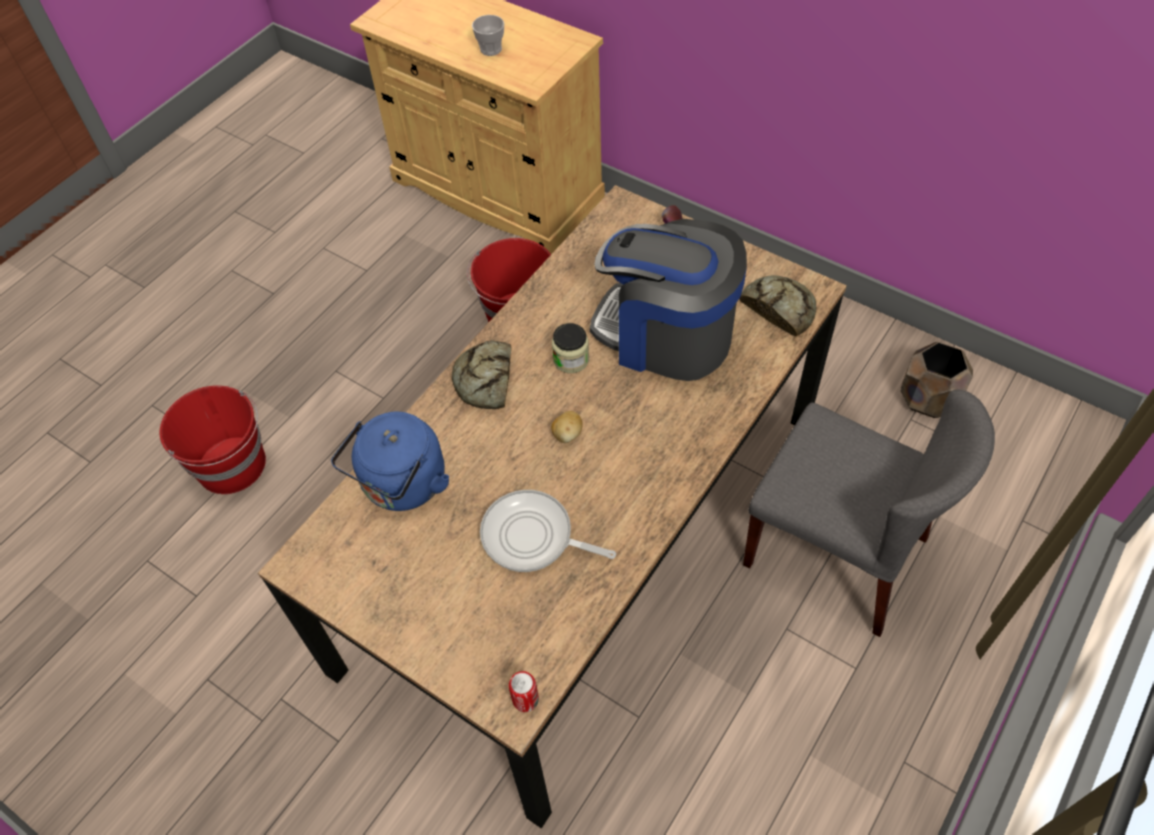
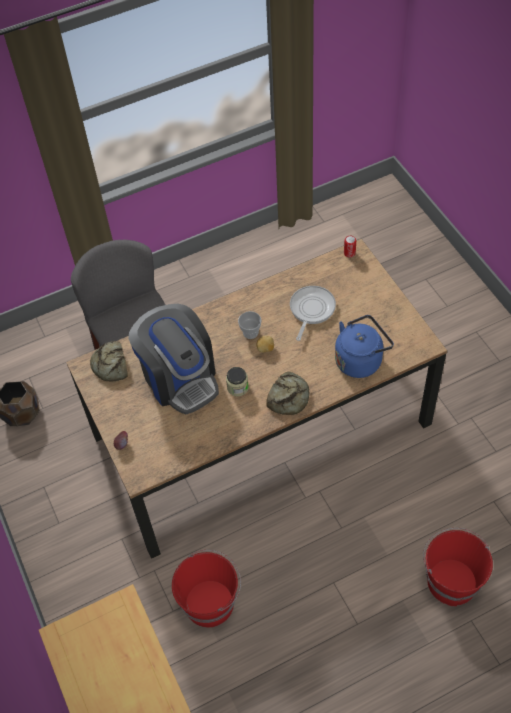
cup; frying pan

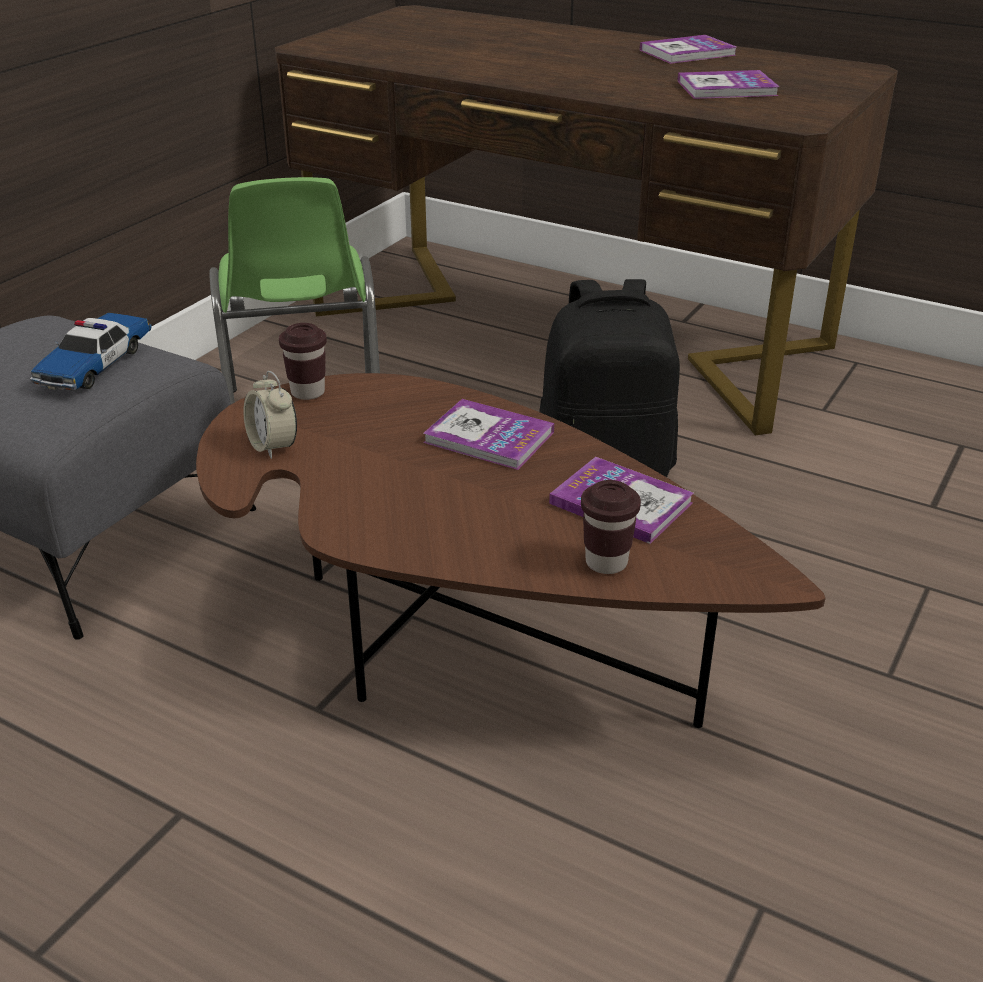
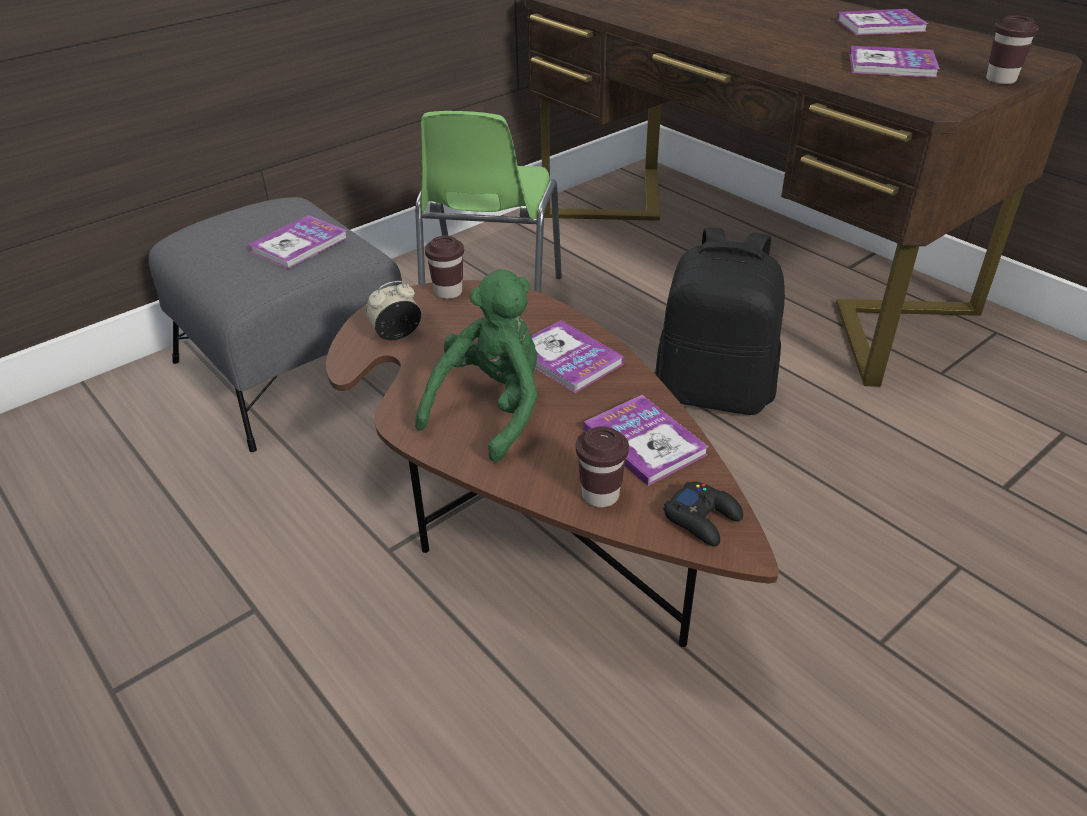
book (no. 1 from left); alarm clock; green plush toy; black game controller; brown cup (no. 3 from left)

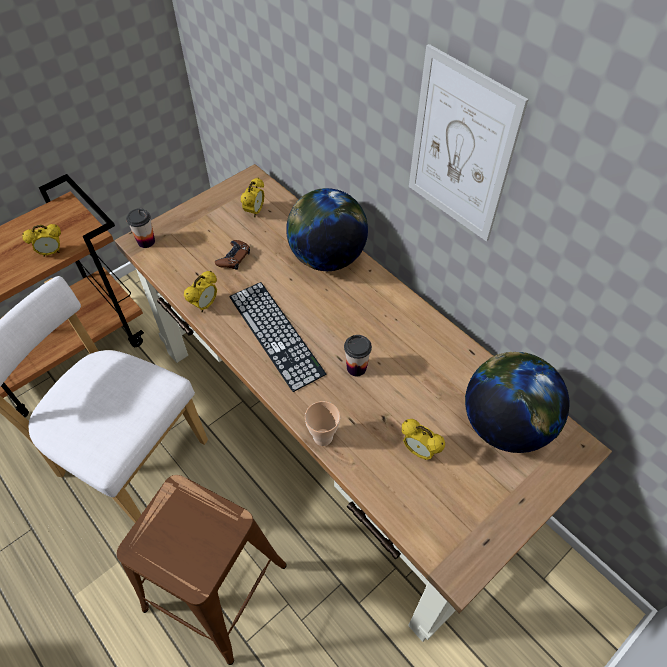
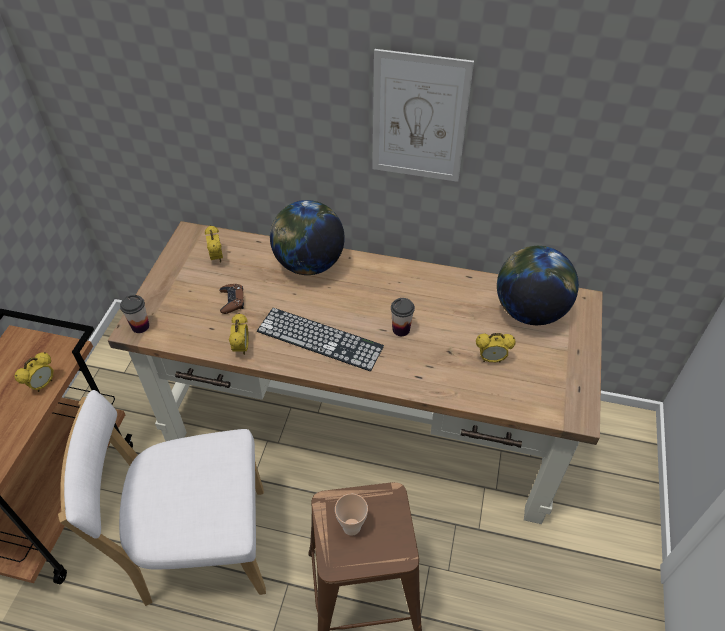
cup (no. 2 from left)

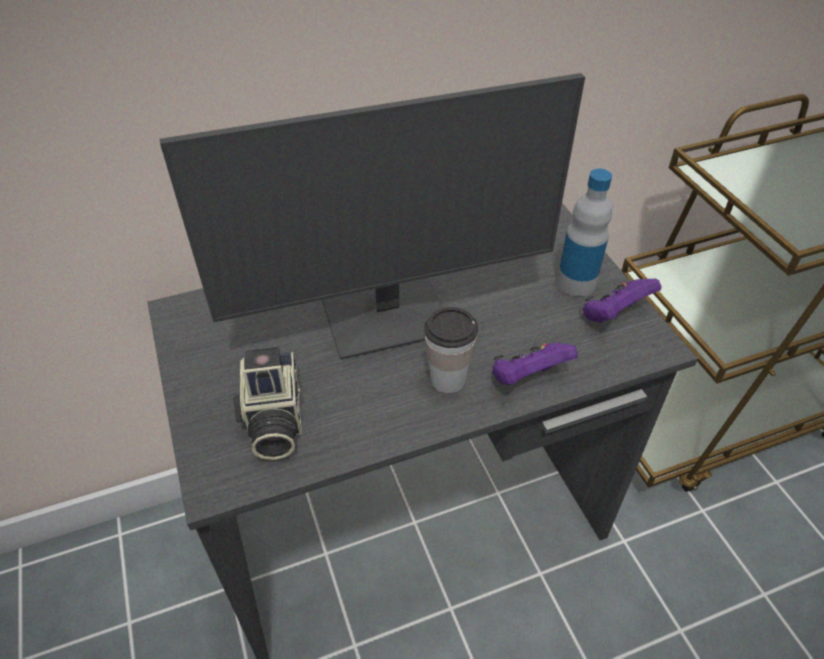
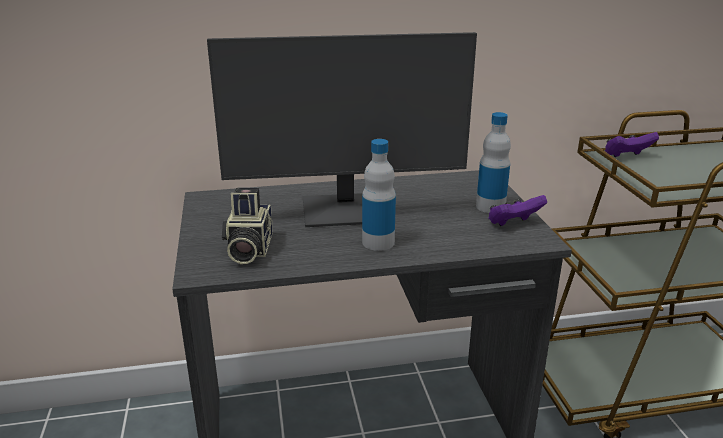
bottle (no. 1 from left); purple game controller (no. 2 from left)

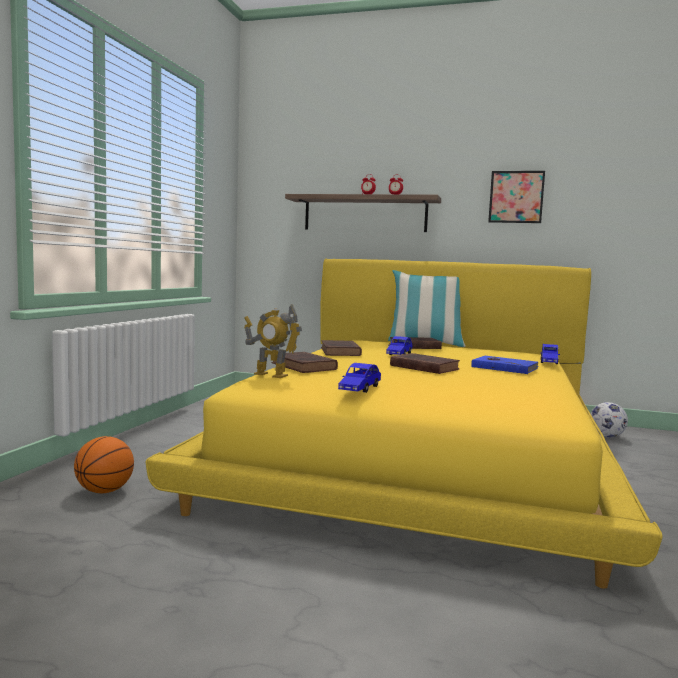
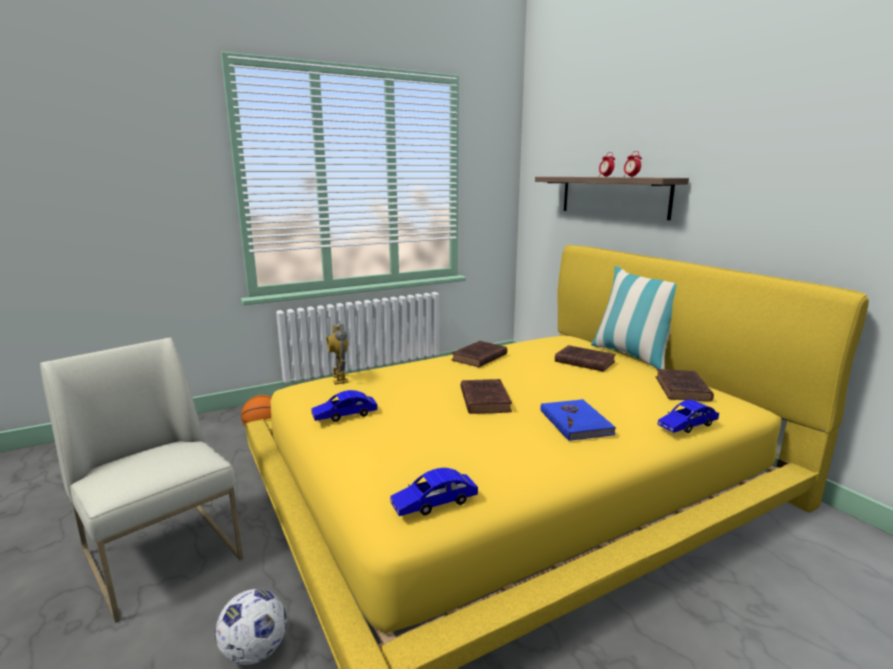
white chair; football; blue toy car (no. 2 from left); brown book (no. 4 from left); picture

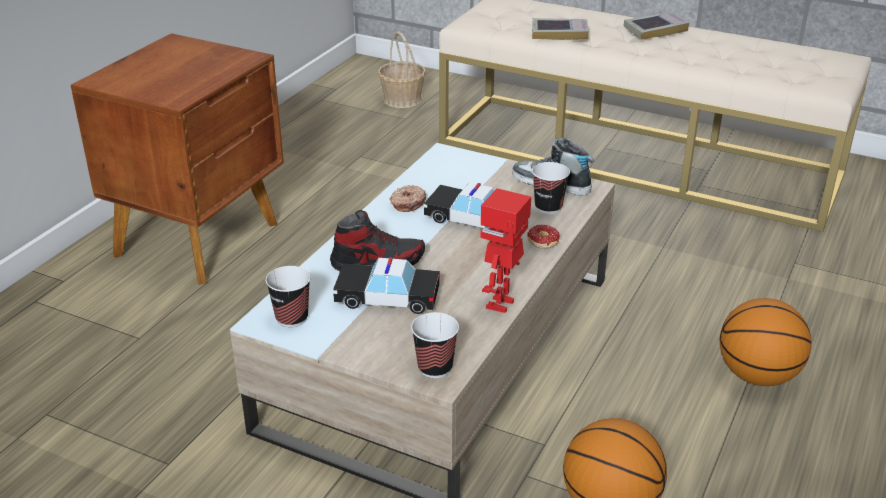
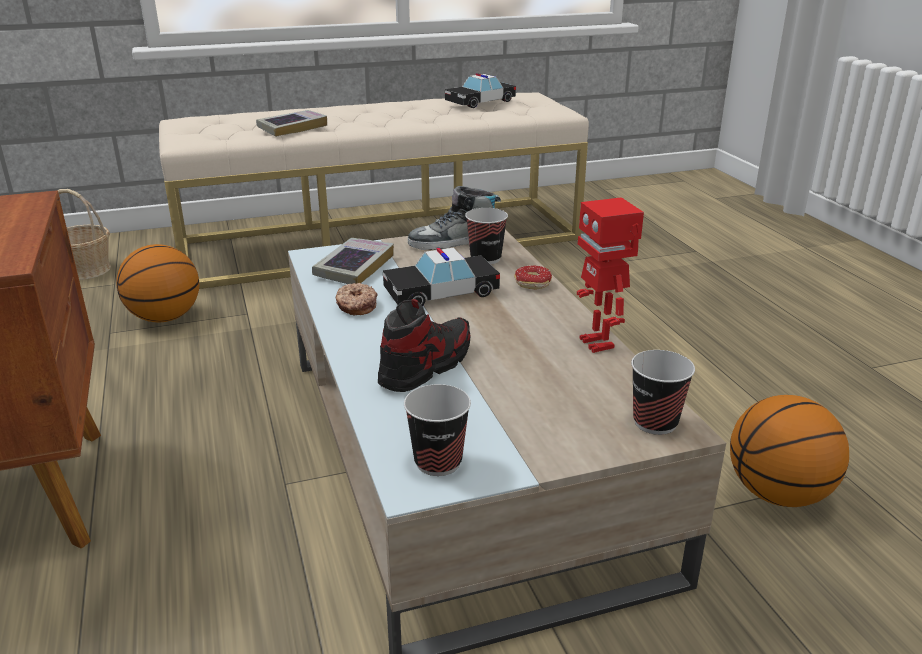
basketball (no. 1 from left); book (no. 2 from left); toy car (no. 2 from left)

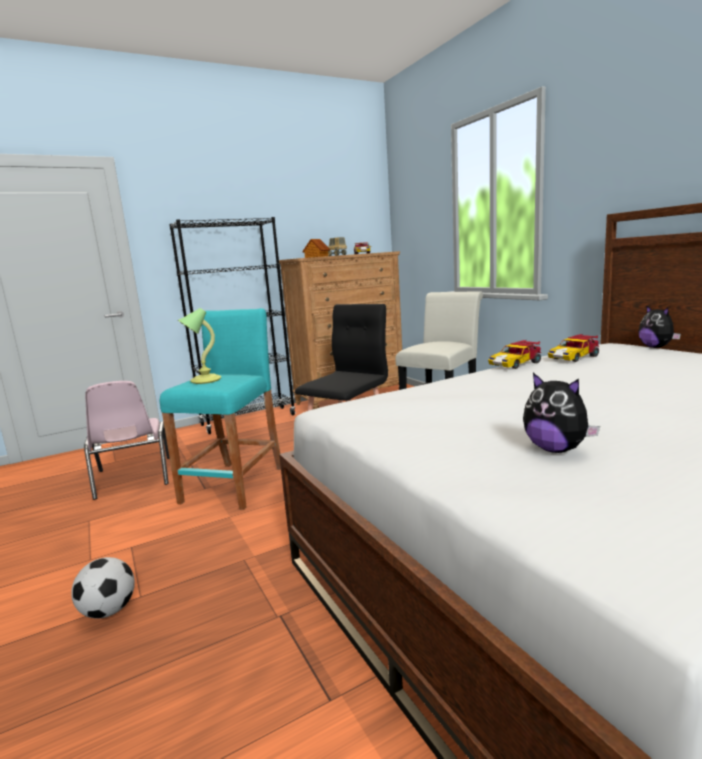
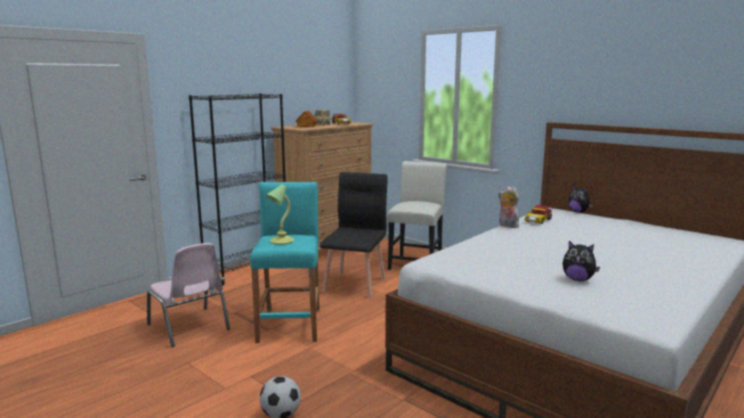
plush toy (no. 1 from left)

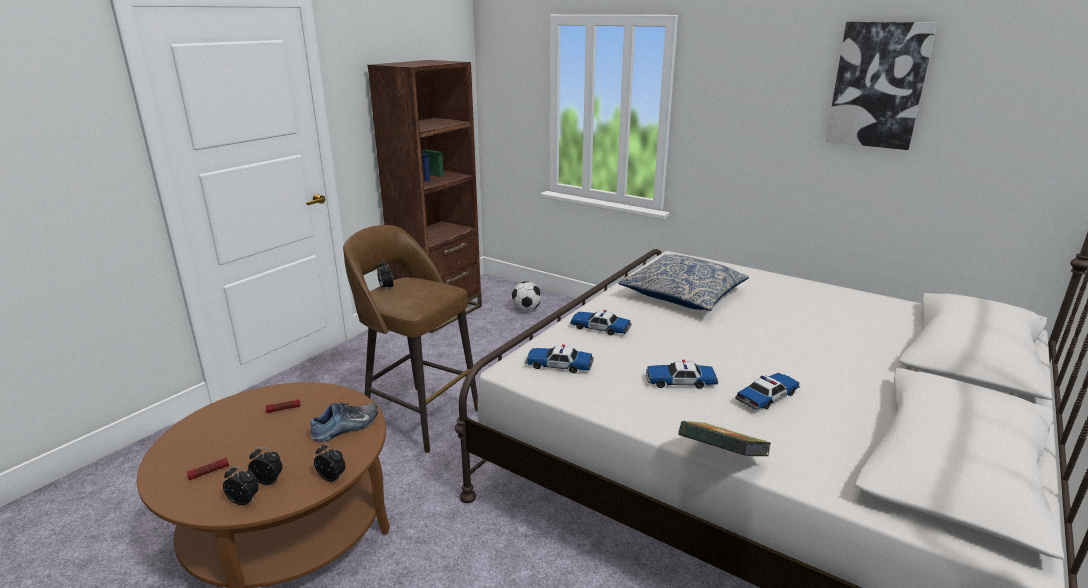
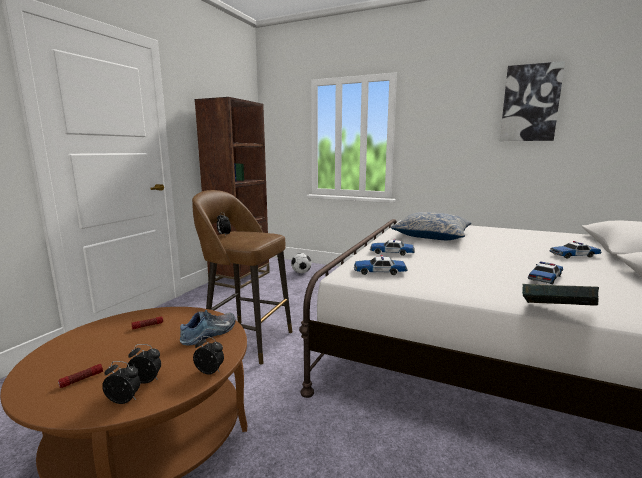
toy car (no. 4 from left)

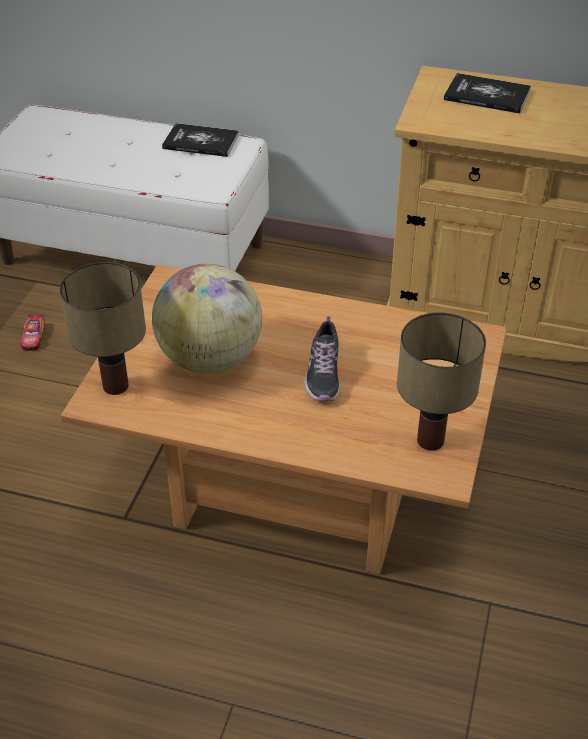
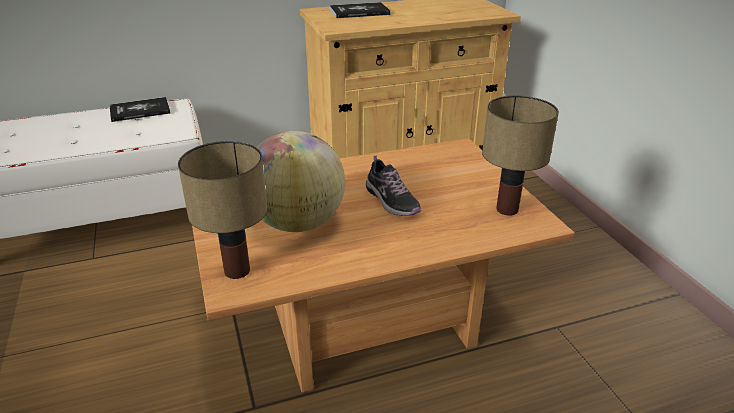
toy car

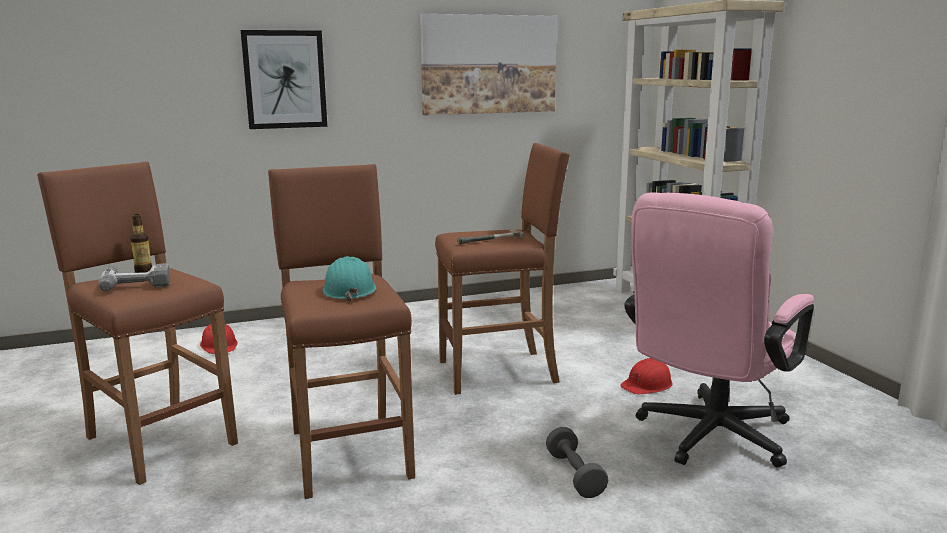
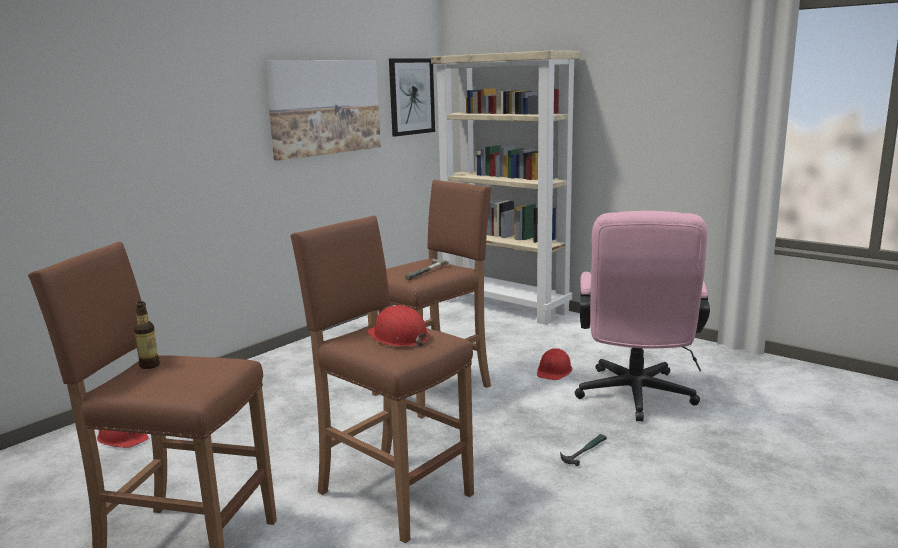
red hard hat (no. 2 from left); picture (no. 2 from left); hammer (no. 2 from left); power drill

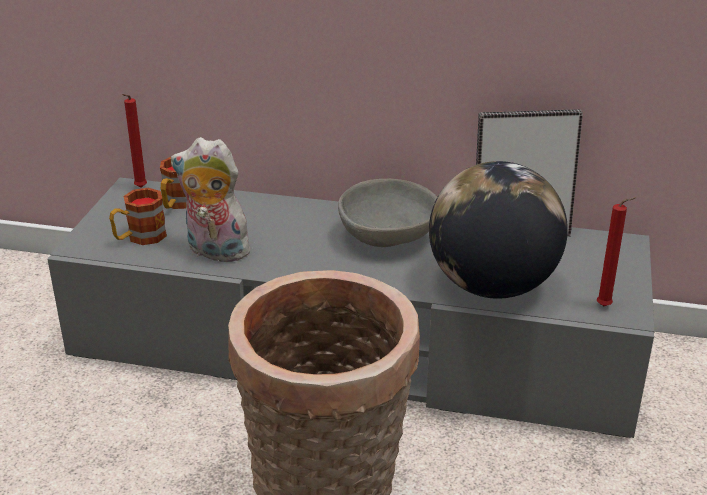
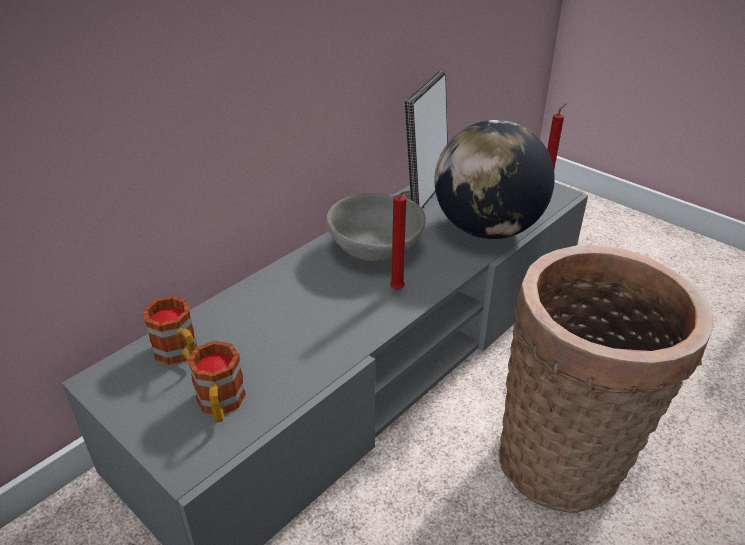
red candle (no. 1 from left); plush toy

